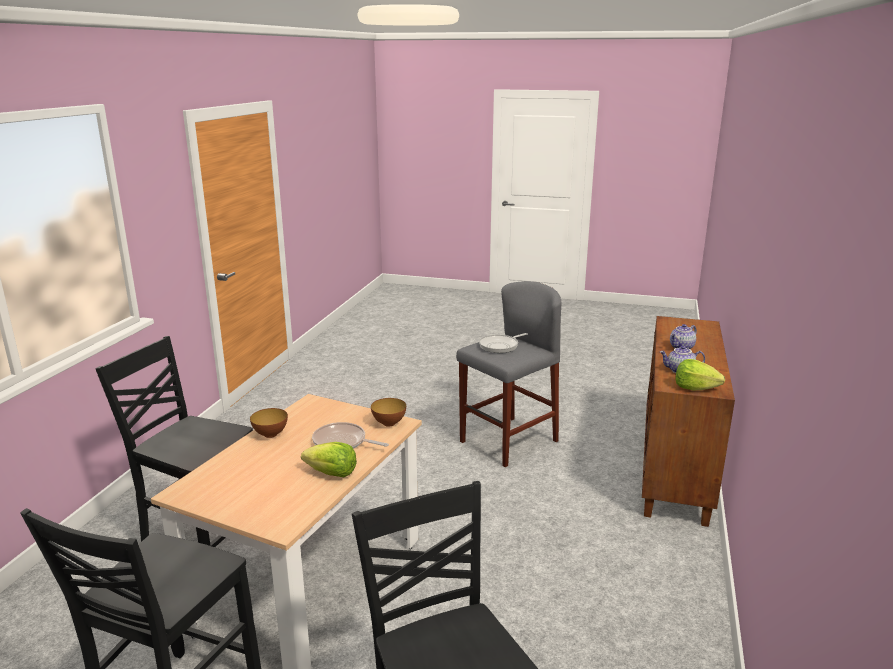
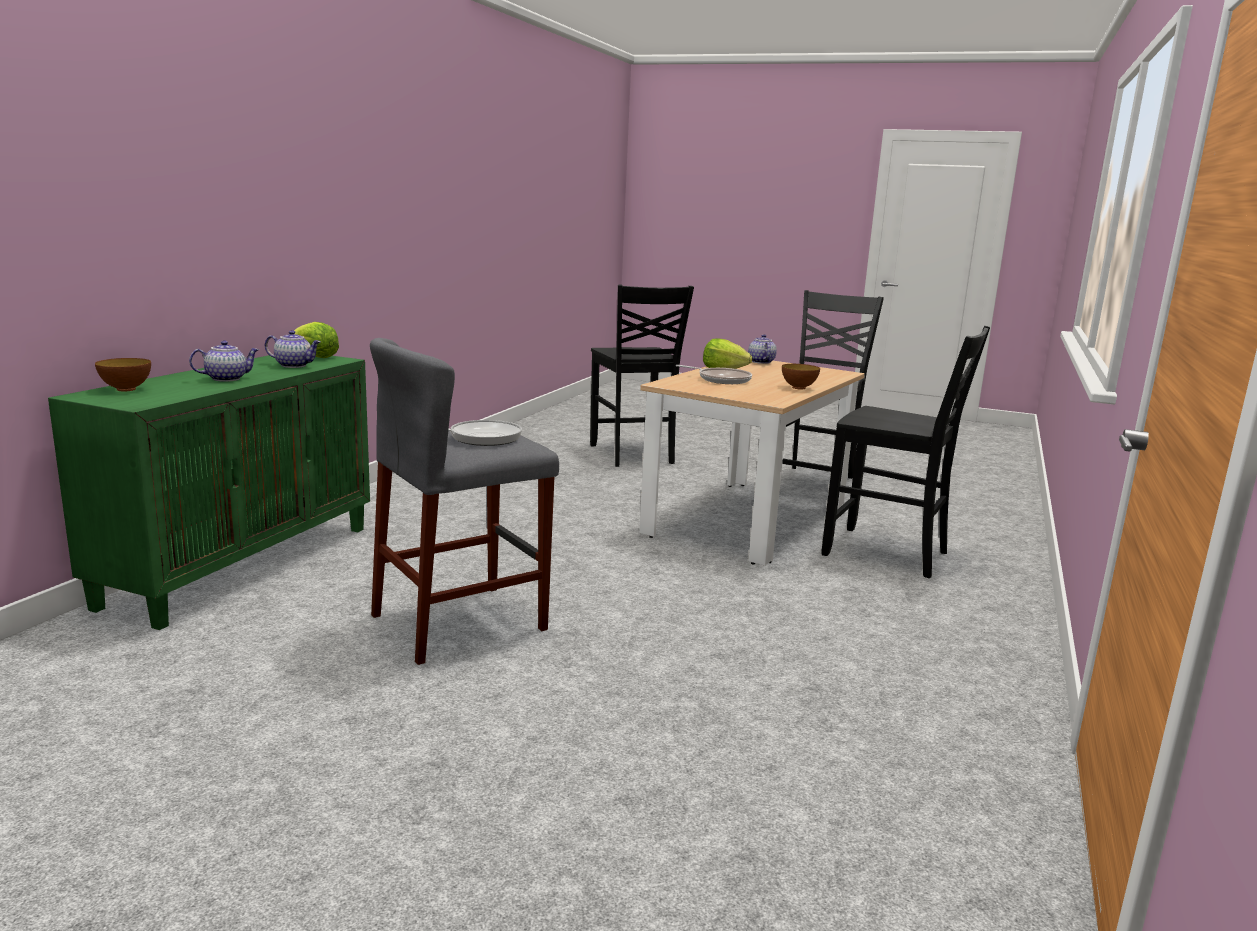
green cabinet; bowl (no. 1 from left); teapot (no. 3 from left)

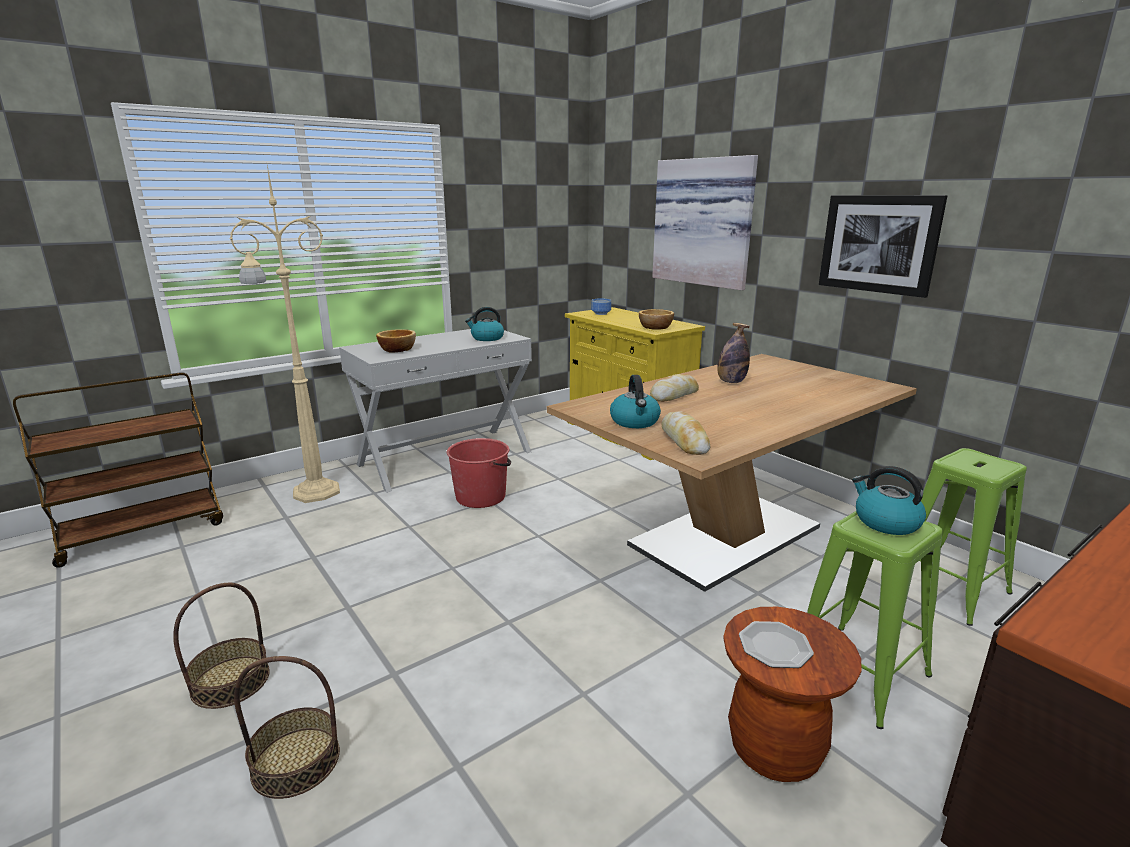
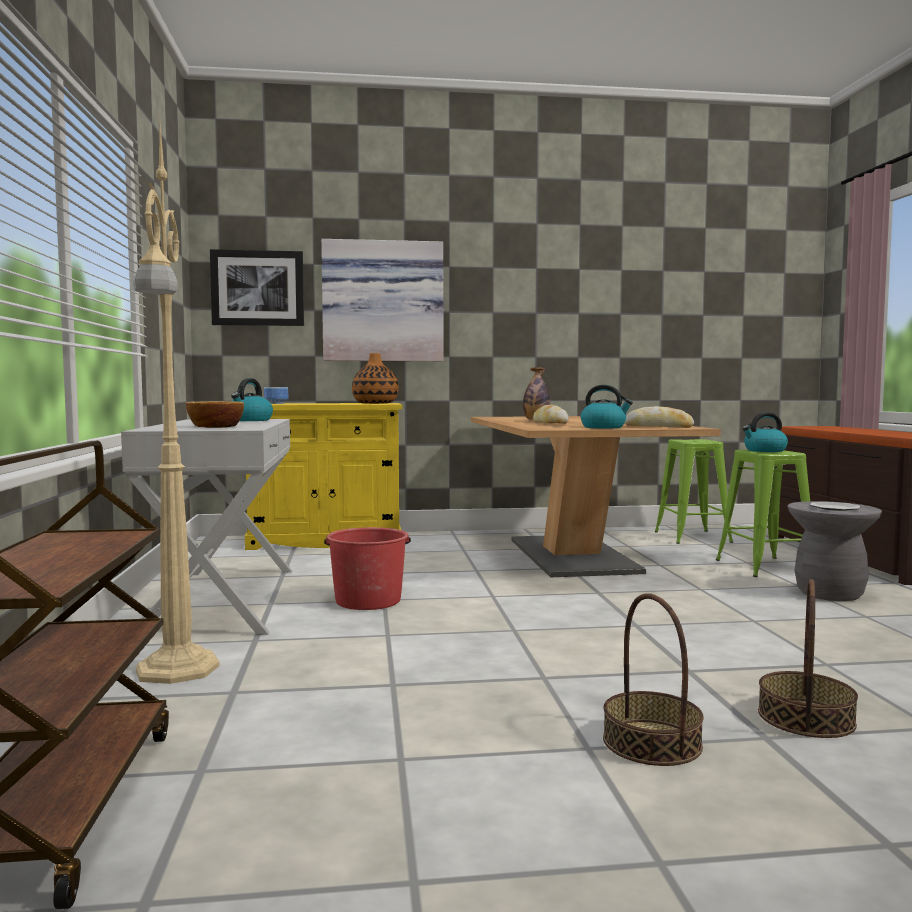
picture (no. 1 from left); vase; grey stool

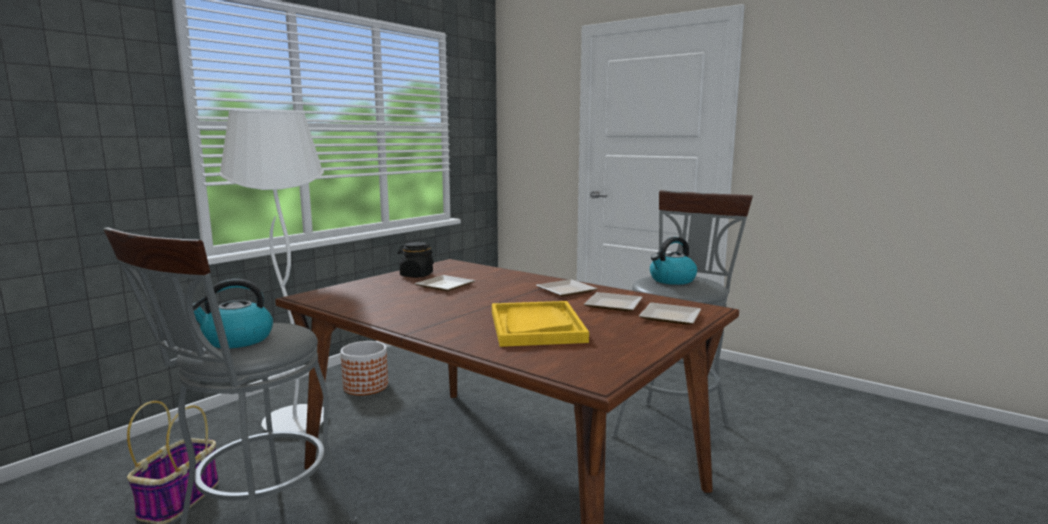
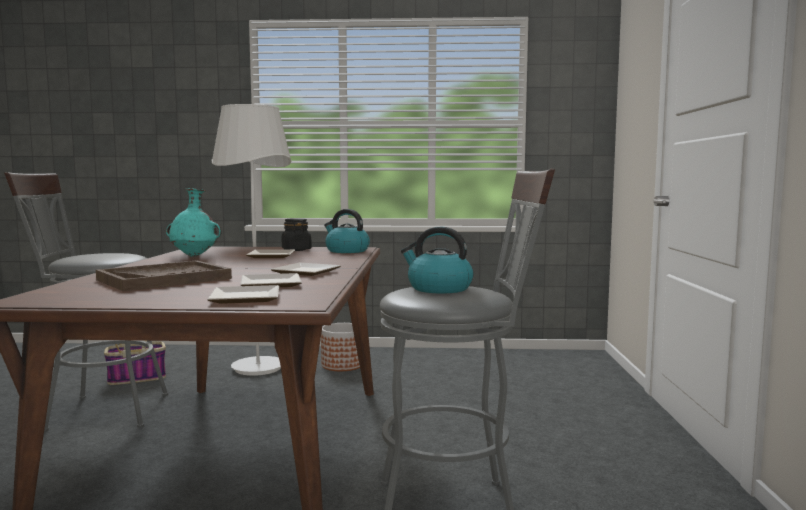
brown tray; turquoise vase; kettle (no. 1 from left)

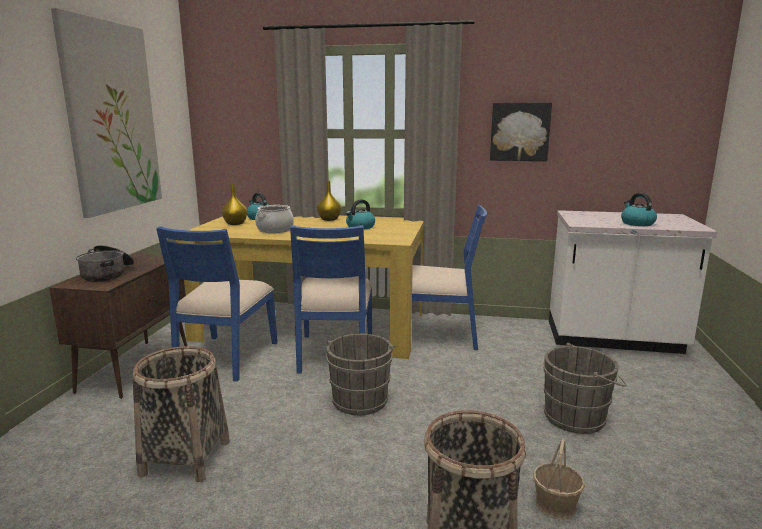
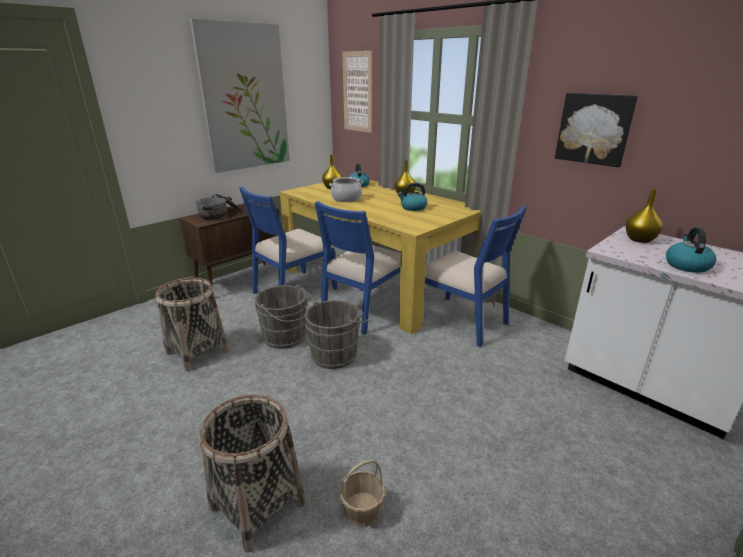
grey bucket (no. 1 from left); picture (no. 2 from left); yellow vase (no. 3 from left)

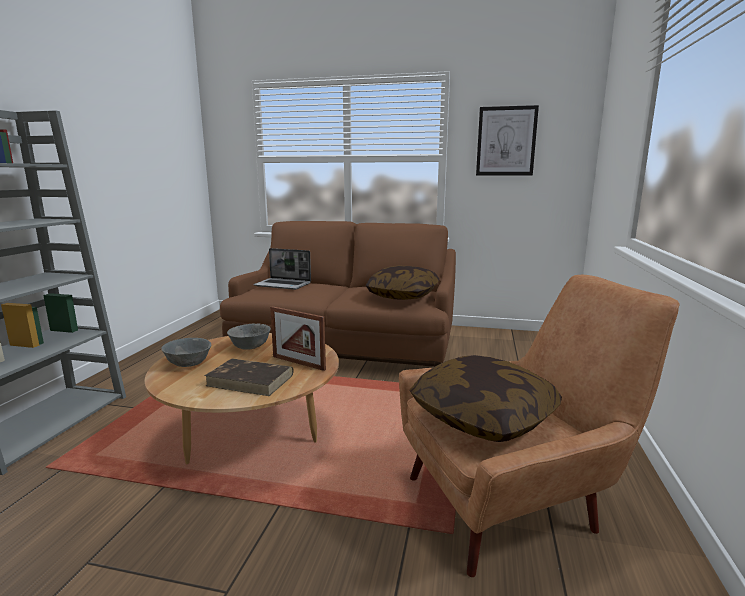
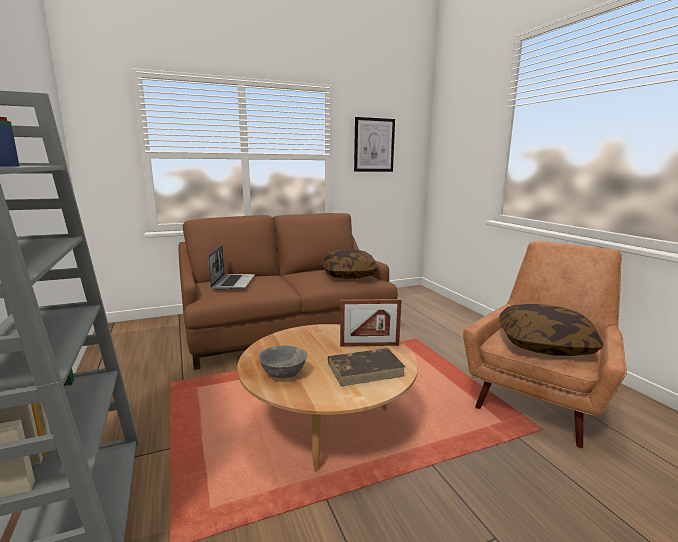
laptop; grey bowl (no. 2 from left in the first image)

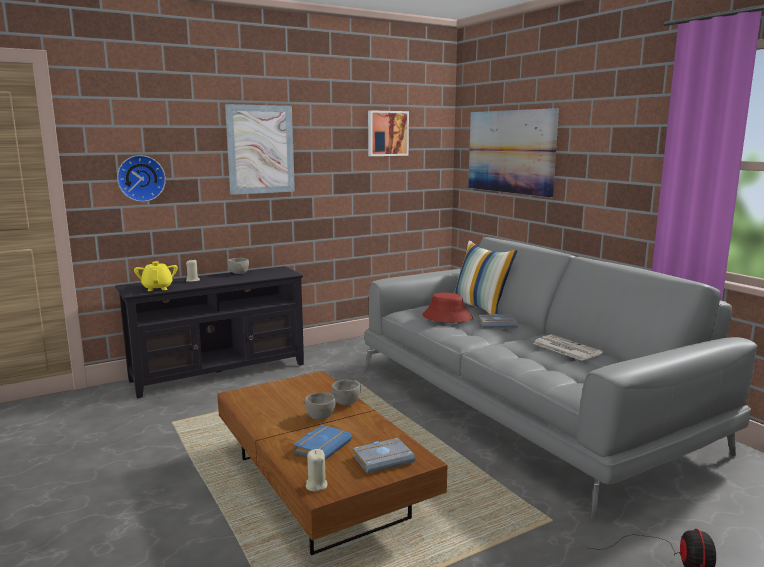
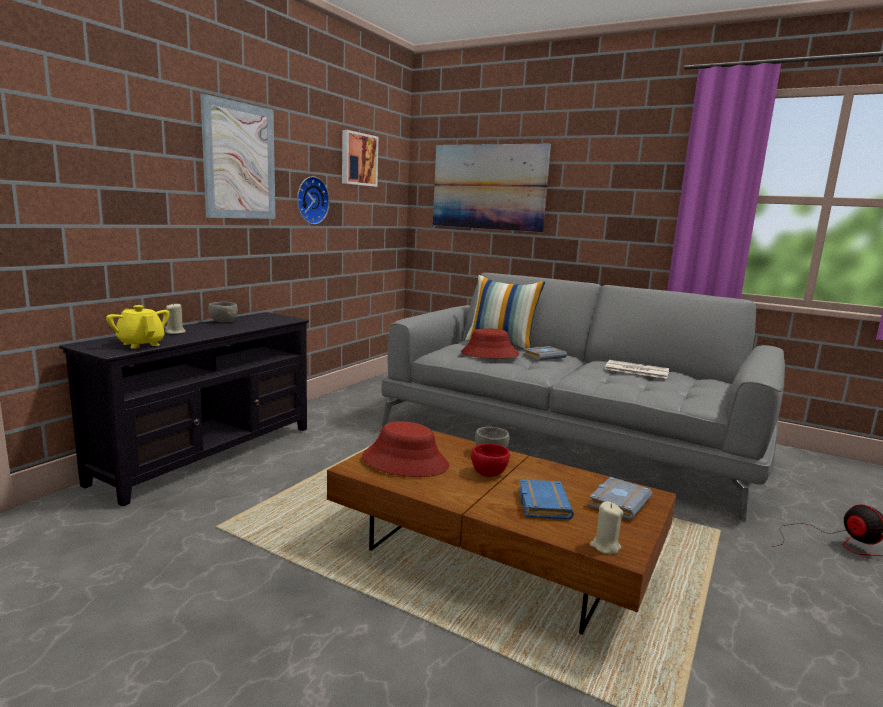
wall clock; red hat (no. 1 from left); red bowl

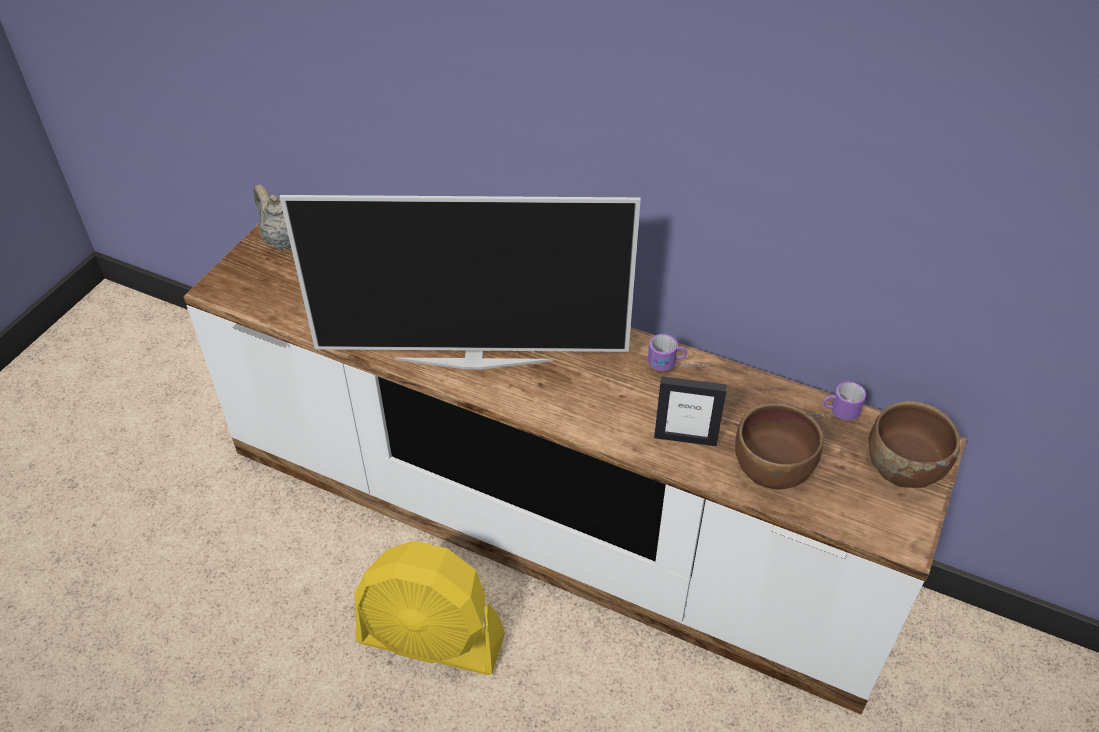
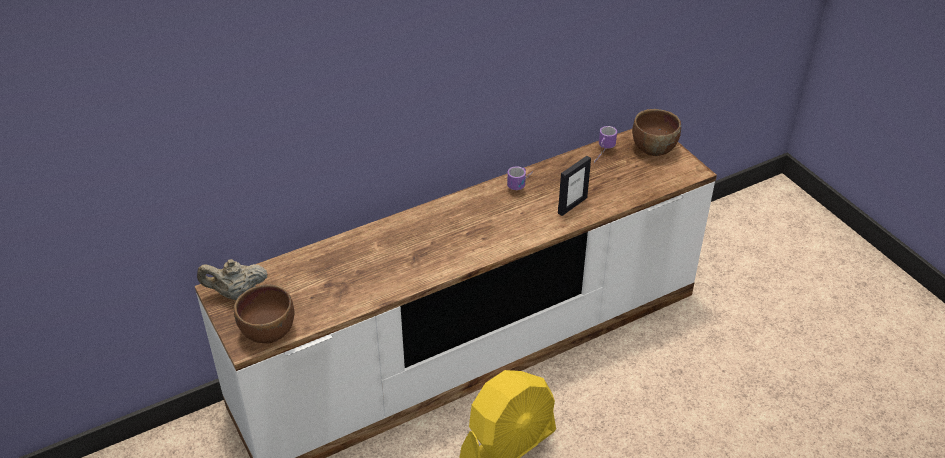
brown bowl (no. 1 from left); television

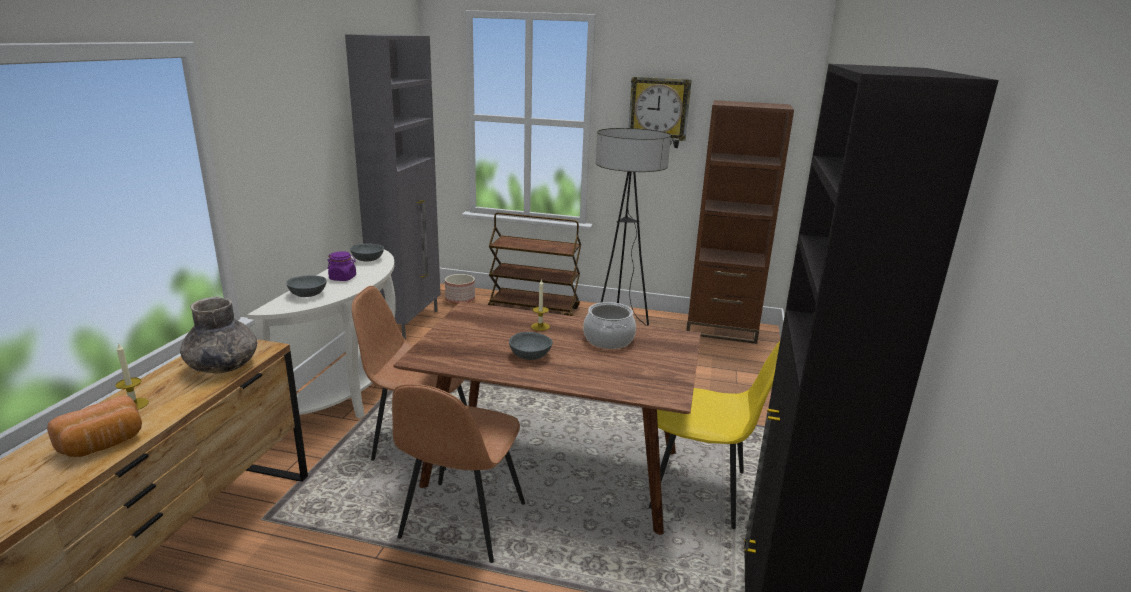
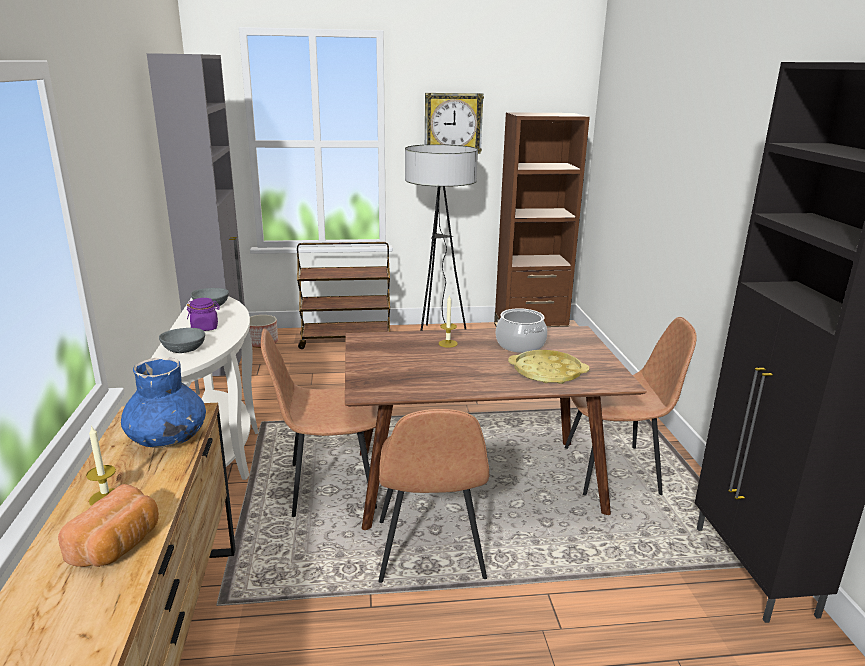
blue vase; yellow tray; brown chair (no. 3 from left); grey bowl (no. 3 from left in the first image)

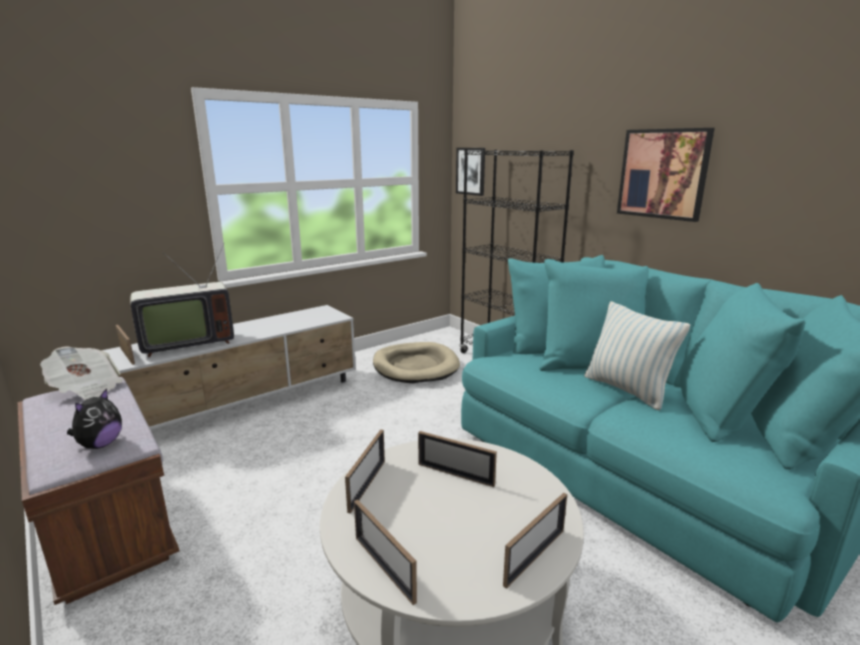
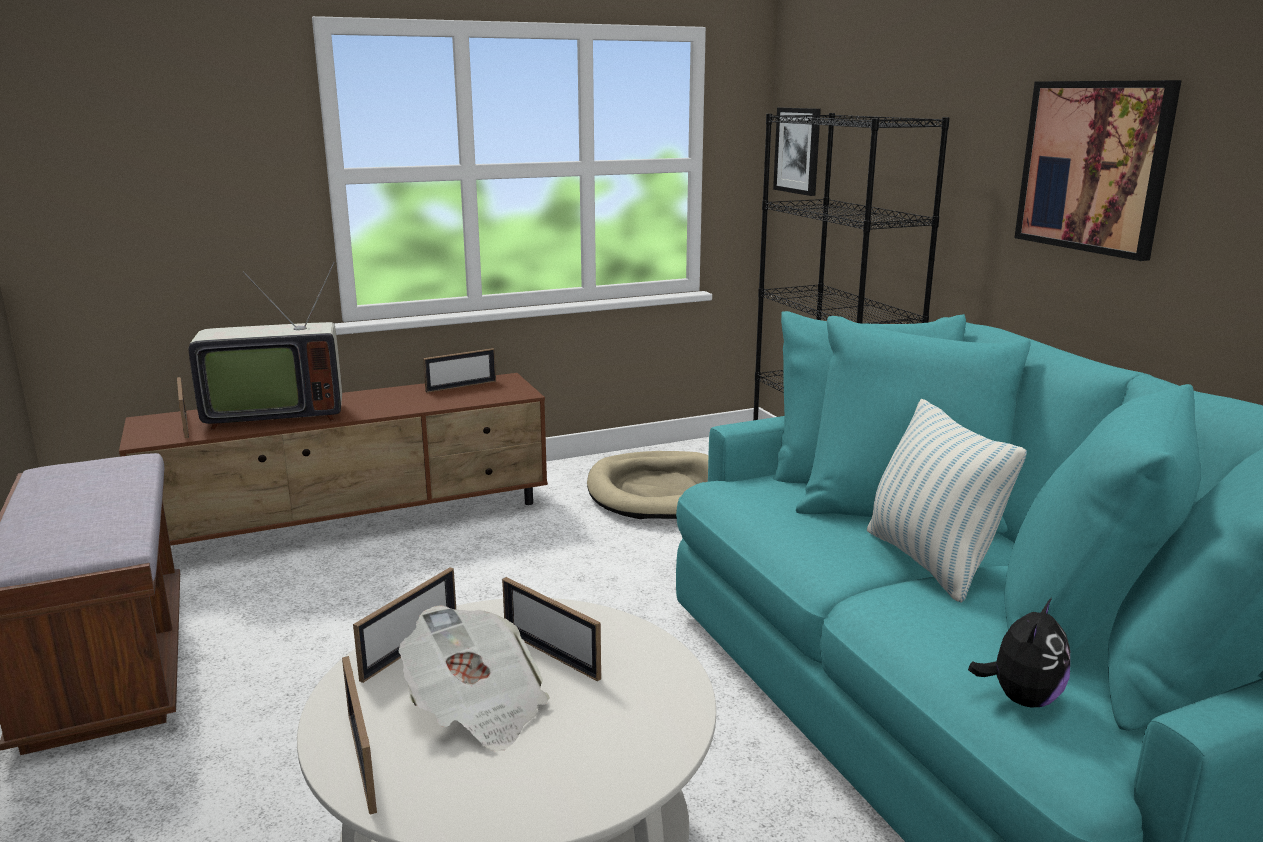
brown tv stand; newspaper; picture frame (no. 4 from left); plush toy

